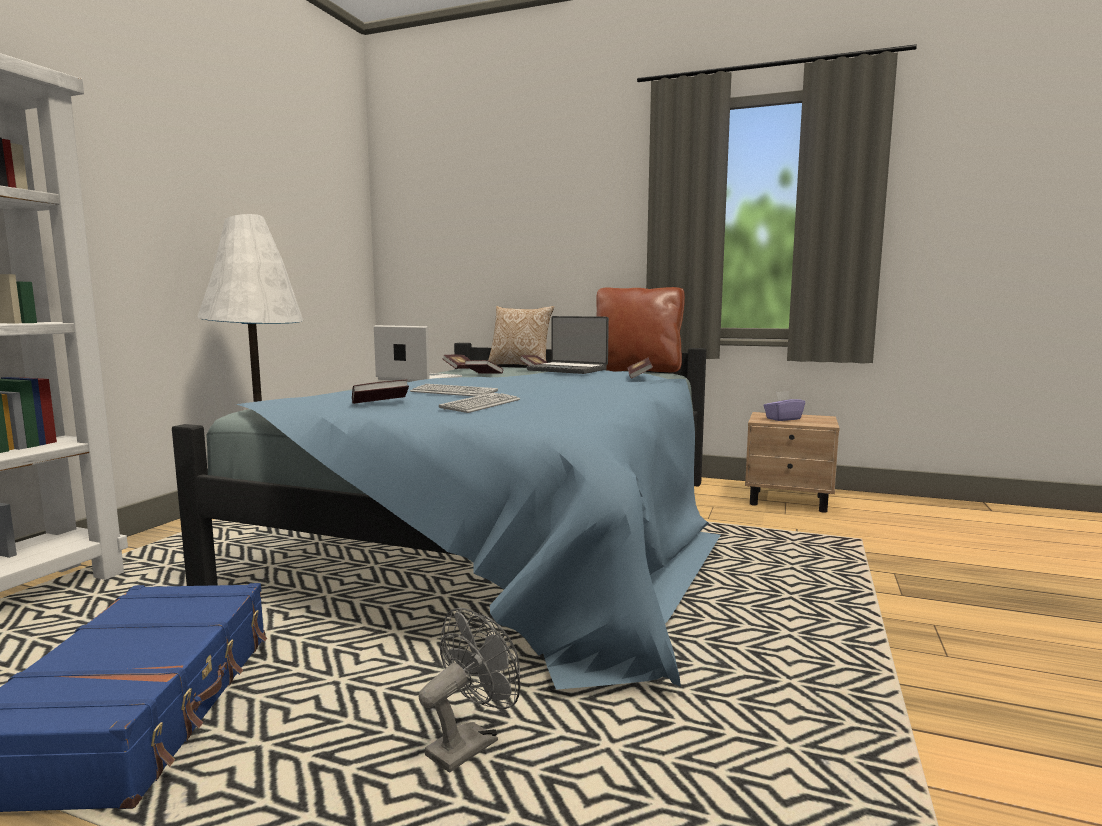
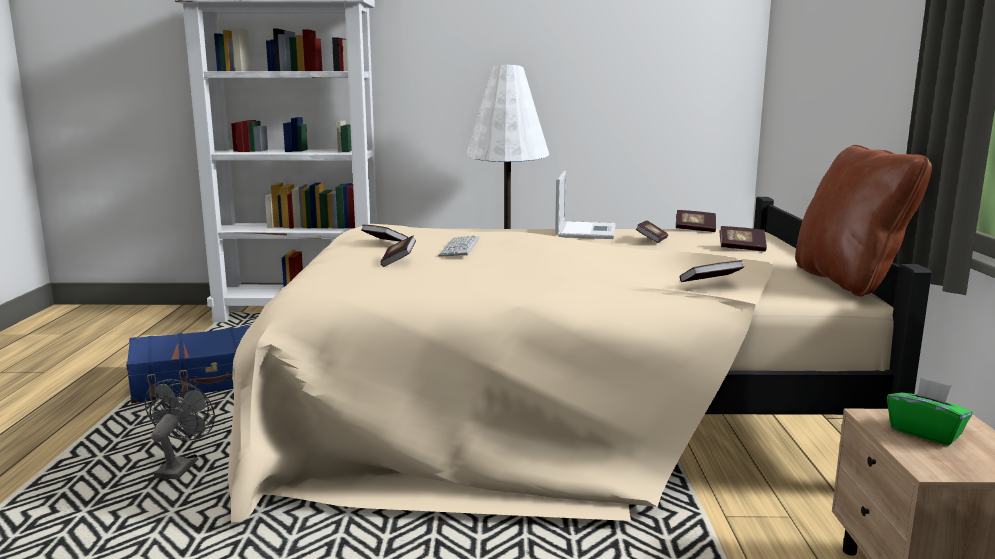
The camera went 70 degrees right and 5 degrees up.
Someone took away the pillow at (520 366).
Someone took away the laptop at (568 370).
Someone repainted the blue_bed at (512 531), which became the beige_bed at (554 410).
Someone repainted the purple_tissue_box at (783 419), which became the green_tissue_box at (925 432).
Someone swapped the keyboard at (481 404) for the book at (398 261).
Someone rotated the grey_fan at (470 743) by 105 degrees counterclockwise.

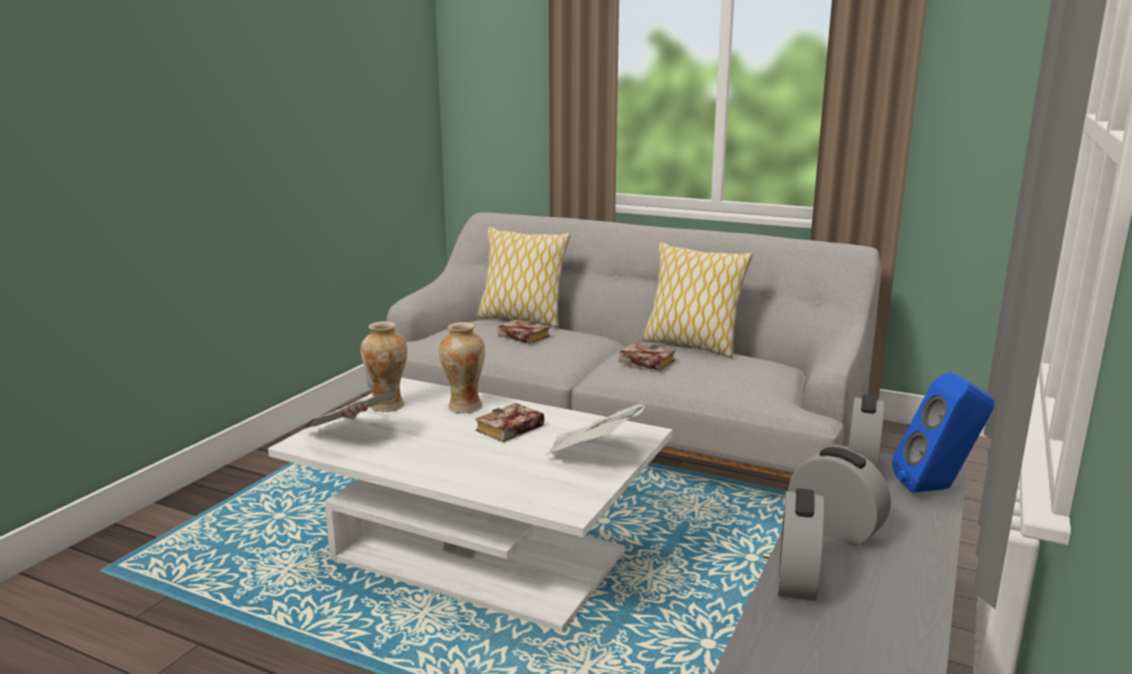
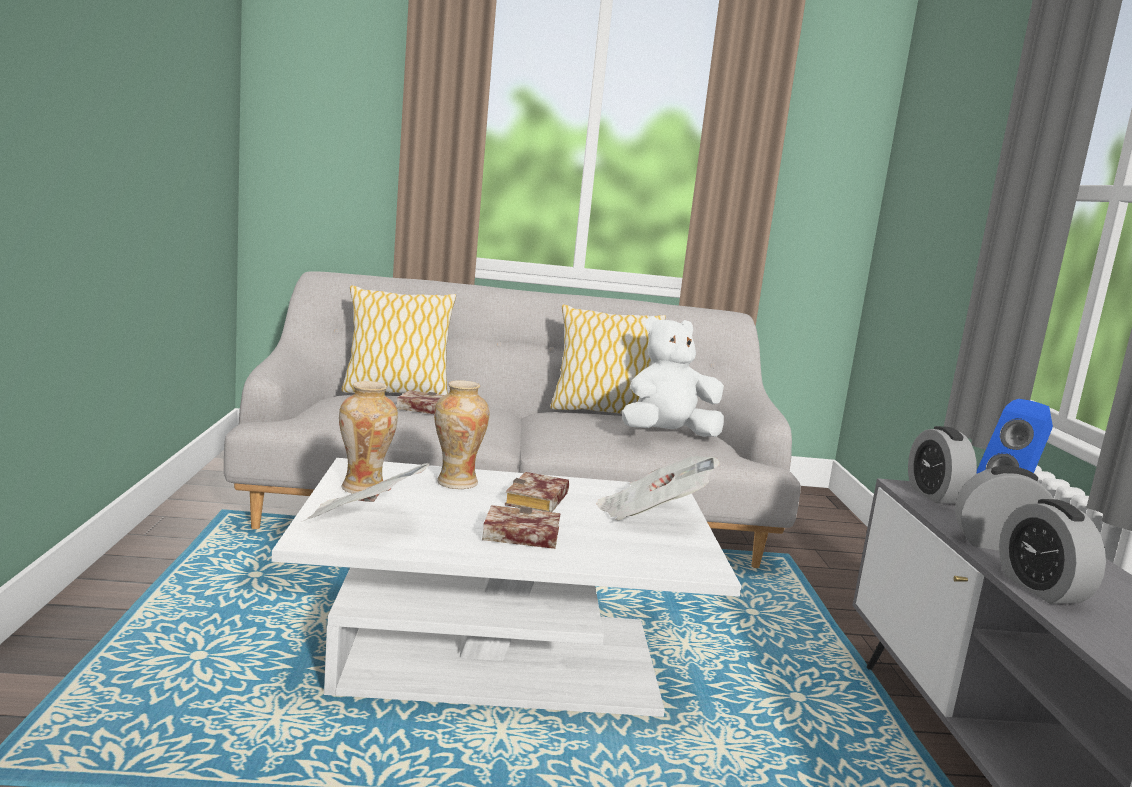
The camera went 30 degrees left and 5 degrees down.
Someone carried the book from (644 362) to (517 536).
Someone put down the white_plush_toy at (667 435).

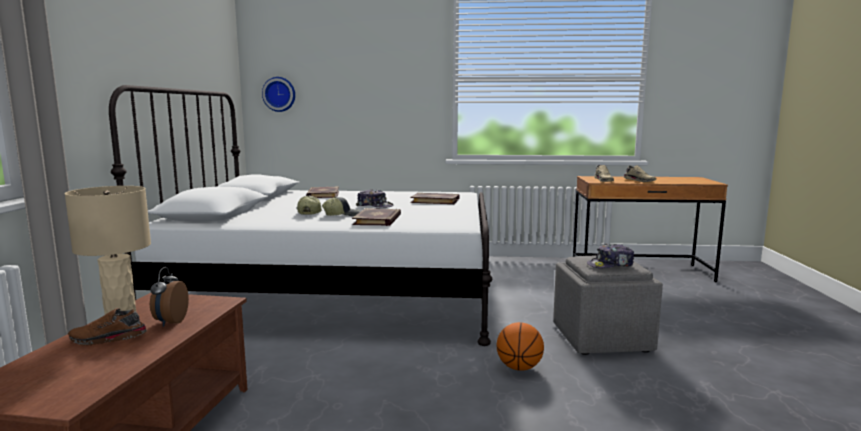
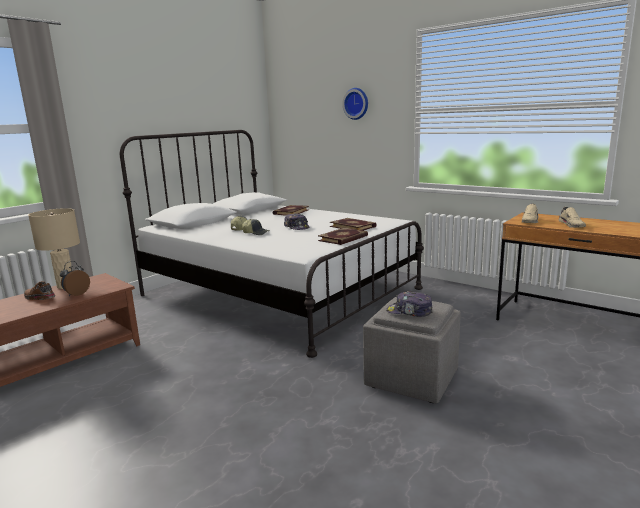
The camera went 35 degrees right and 5 degrees up.
Someone carried the wall_clock from (279 94) to (356 103).
Someone carried the book from (378 220) to (343 238).
Someone took away the basketball at (519 367).

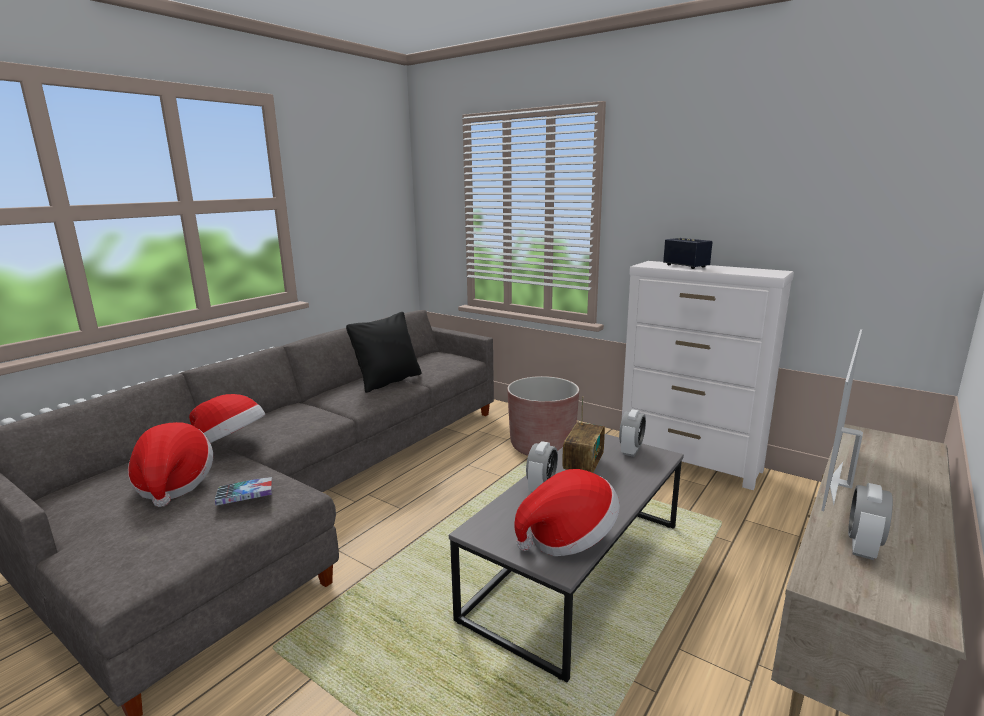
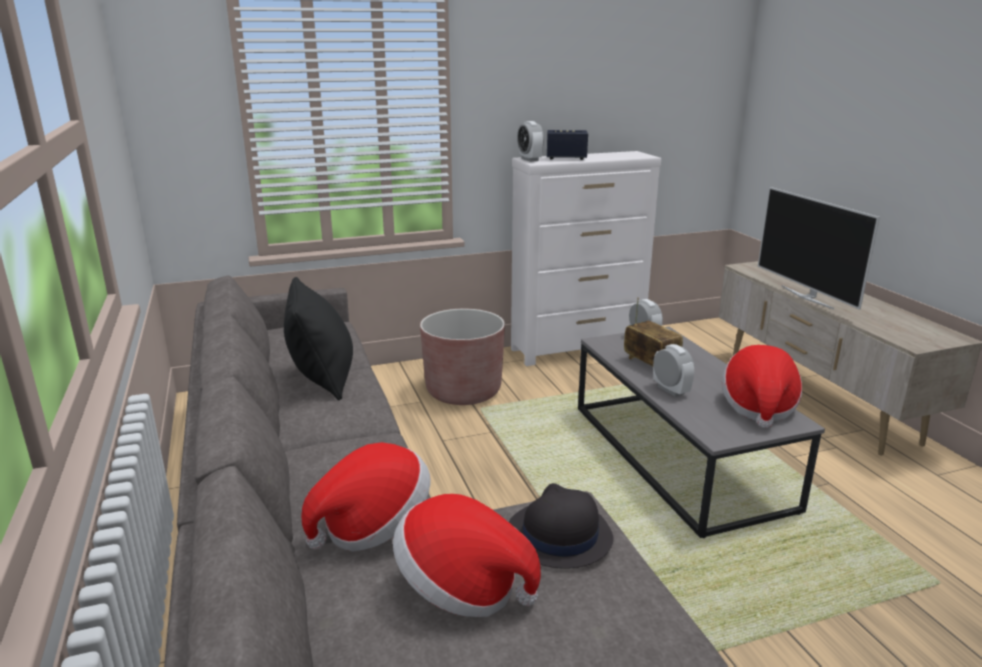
The camera went 55 degrees left and 5 degrees up.
Someone swapped the book at (245 496) for the black_hat at (559 535).
Someone carried the alarm_clock from (862 547) to (530 159).

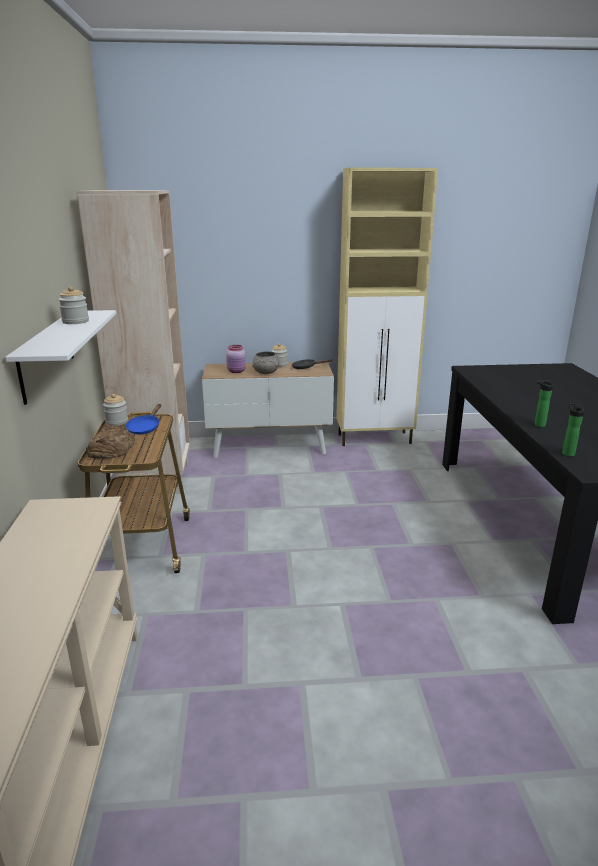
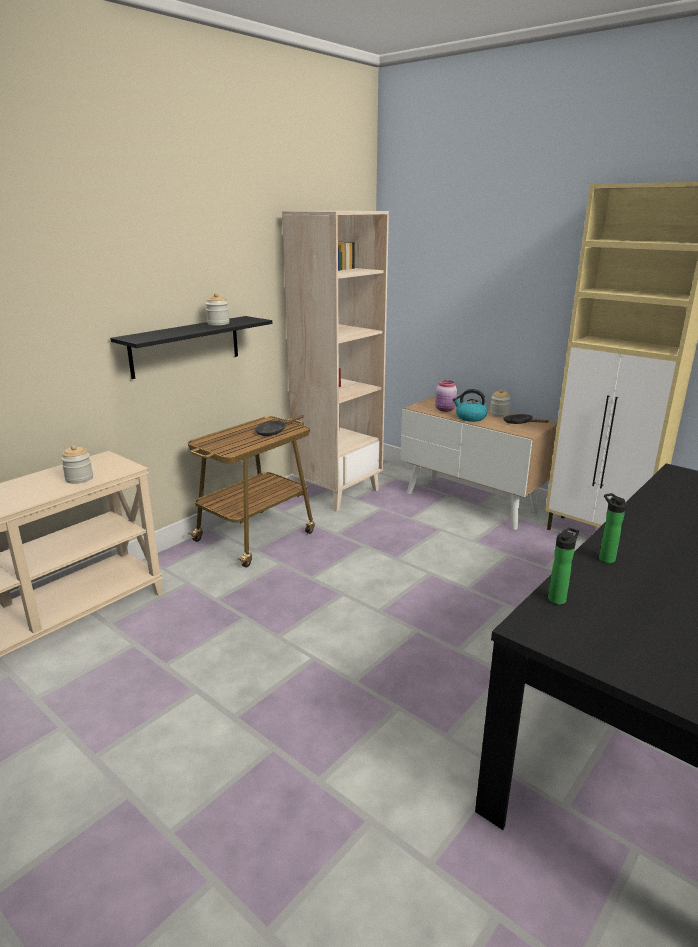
The camera went 45 degrees right and 0 degrees up.
Someone repainted the white_shelf at (47 354), which became the black_shelf at (186 346).
Someone swapped the grey_bowl at (266 372) for the kettle at (470 417).
Someone carried the jar from (117 422) to (79 478).
Someone repainted the blue_frying_pan at (145 428), which became the black_frying_pan at (274 432).
Someone took away the bread at (111 448).

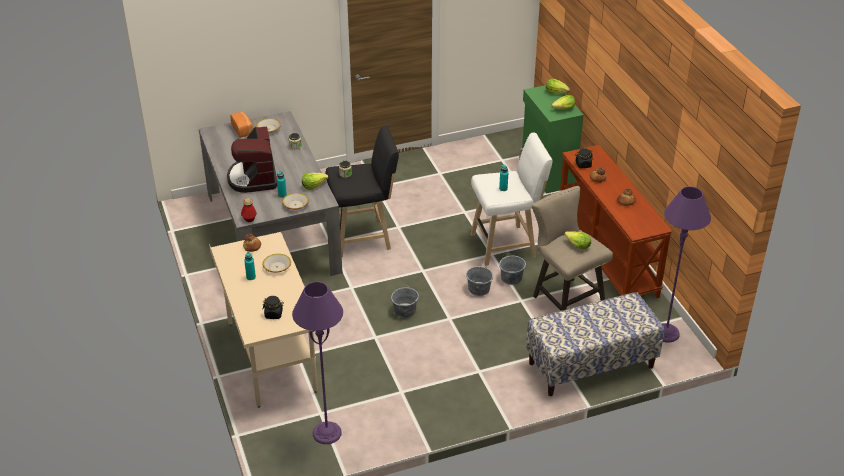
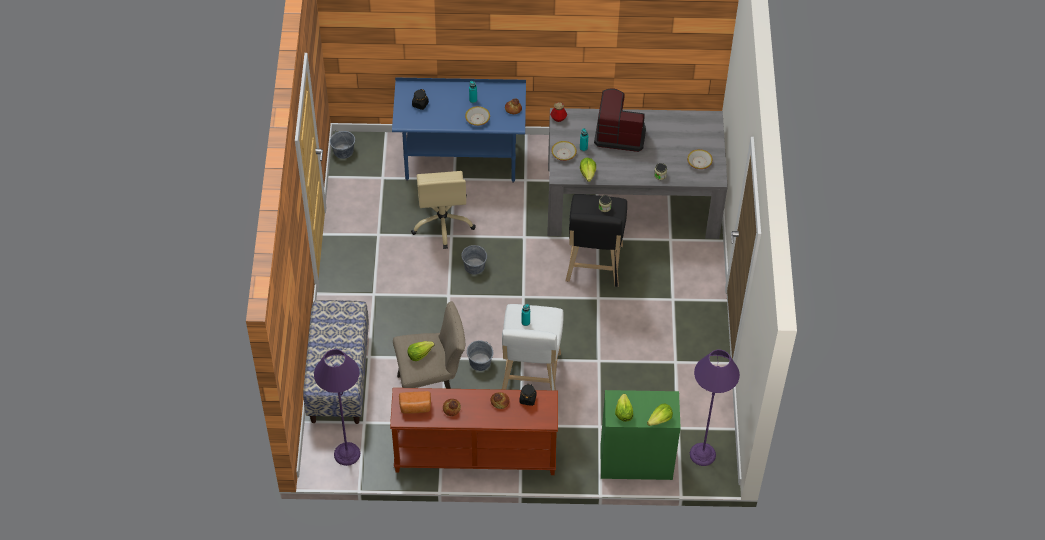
The camera went 110 degrees right and 15 degrees up.
Someone carried the bread from (243 130) to (415 407).
Someone repainted the beige_desk at (271 357), which became the blue_desk at (461 161).
Someone carried the grey_bucket from (479 289) to (343 151).
Someone carried the purple_floor_lamp from (327 433) to (702 454).
Someone put down the beige_office_chair at (443 223).

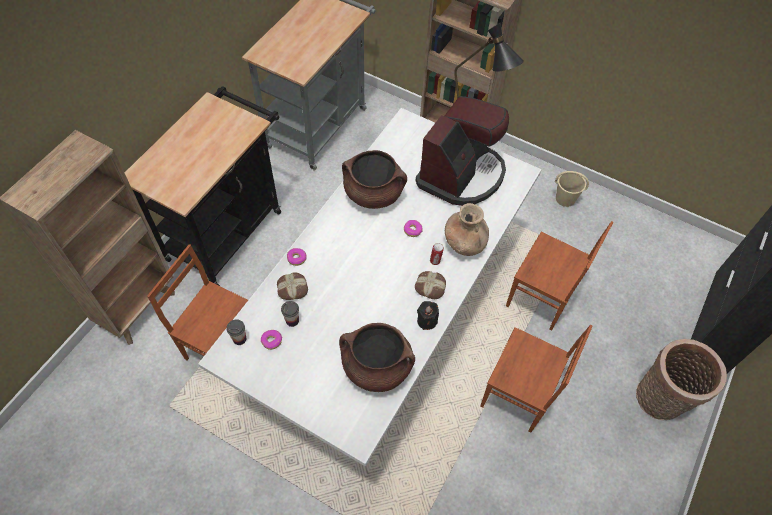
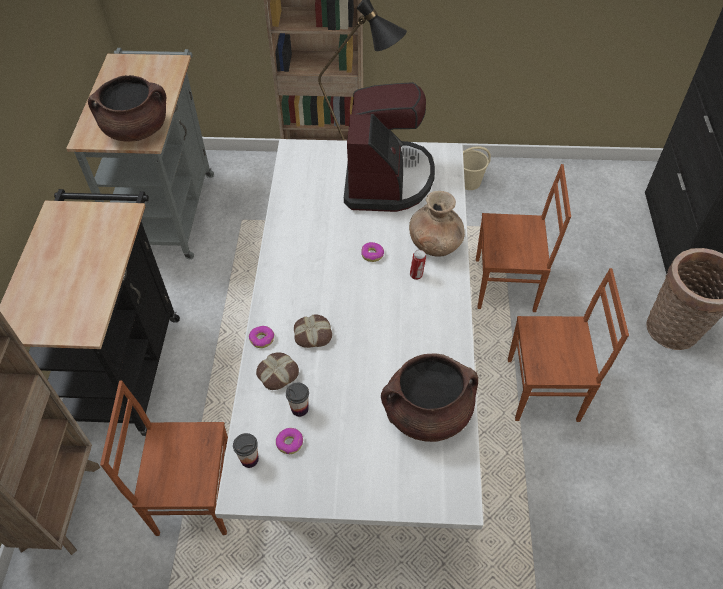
The camera went 25 degrees left and 5 degrees down.
Someone carried the brown_cooking_pot from (374 193) to (137 130).
Someone carried the bread from (430 286) to (313 334).
Someone took away the black_candle at (427 321).

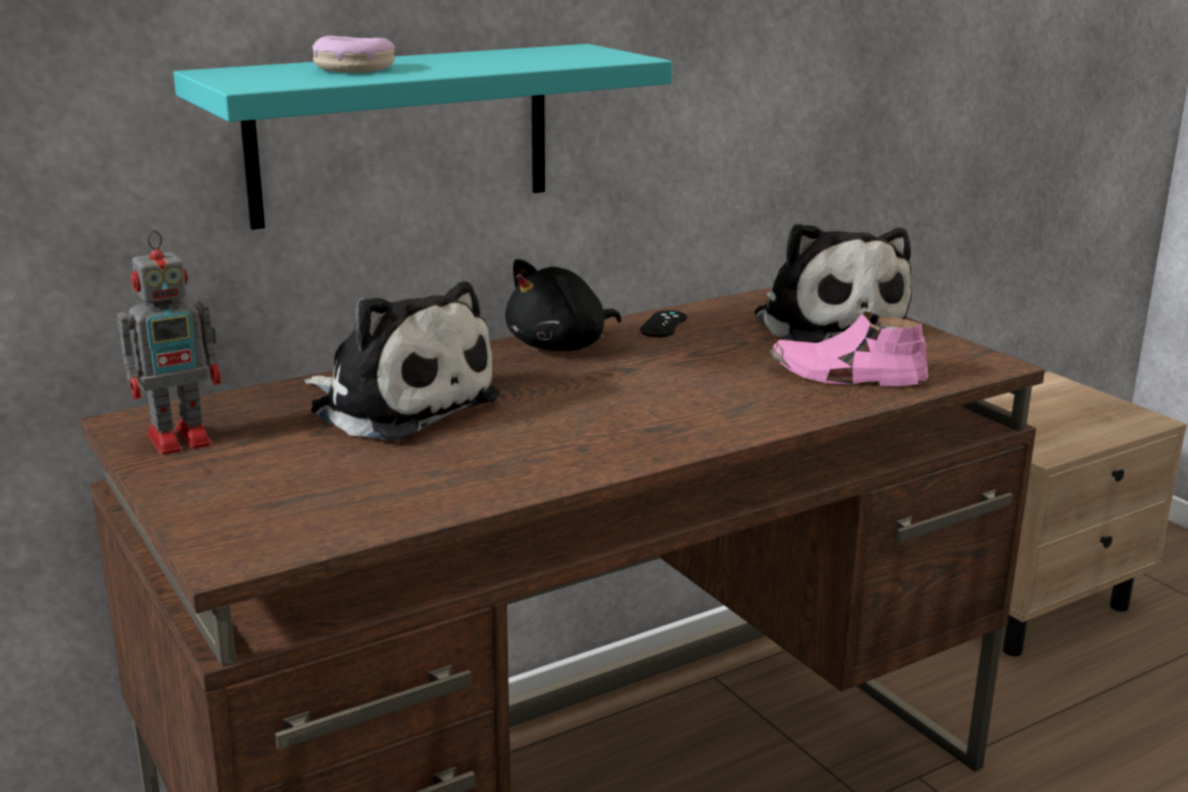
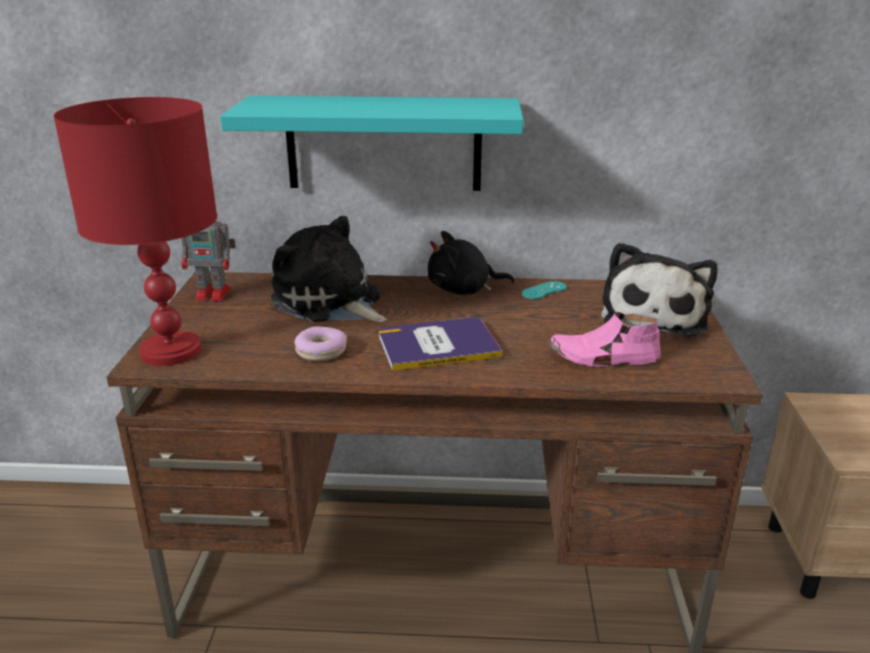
The camera went 35 degrees right and 5 degrees up.
Someone carried the donut from (355 68) to (321 351).
Someone rotated the plush_toy at (398 404) by 150 degrees clockwise.
Someone repainted the black_game_controller at (663 324), which became the turquoise_game_controller at (544 290).
Someone rotated the pink_shoe at (846 376) by 45 degrees counterclockwise.
Someone put down the red_table_lamp at (172 350).
Someone put down the book at (438 345).

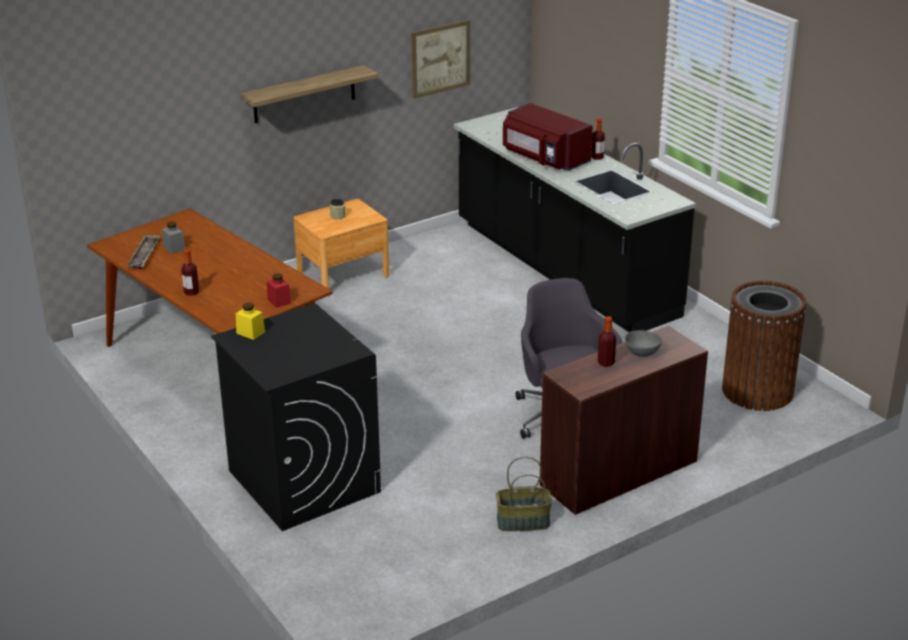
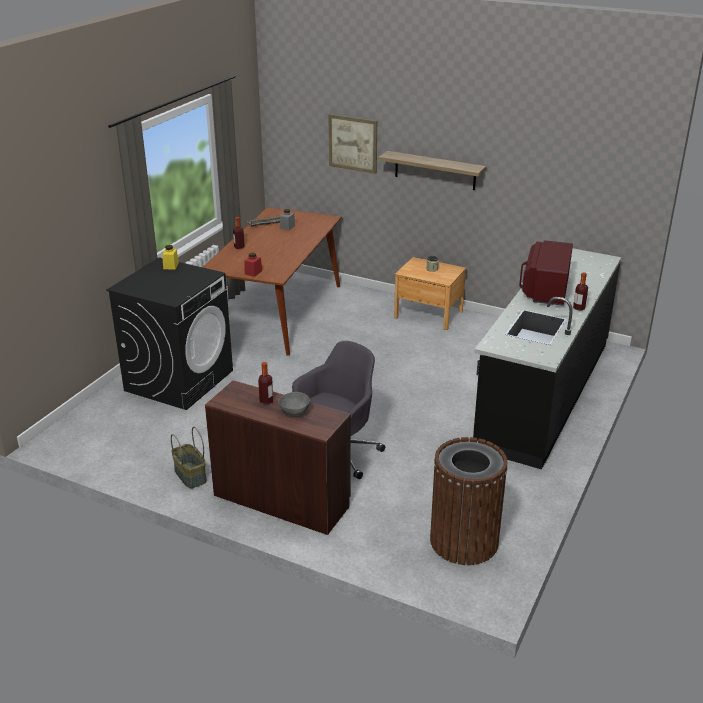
The camera went 60 degrees right and 0 degrees up.
Someone carried the picture from (440 58) to (353 143).

